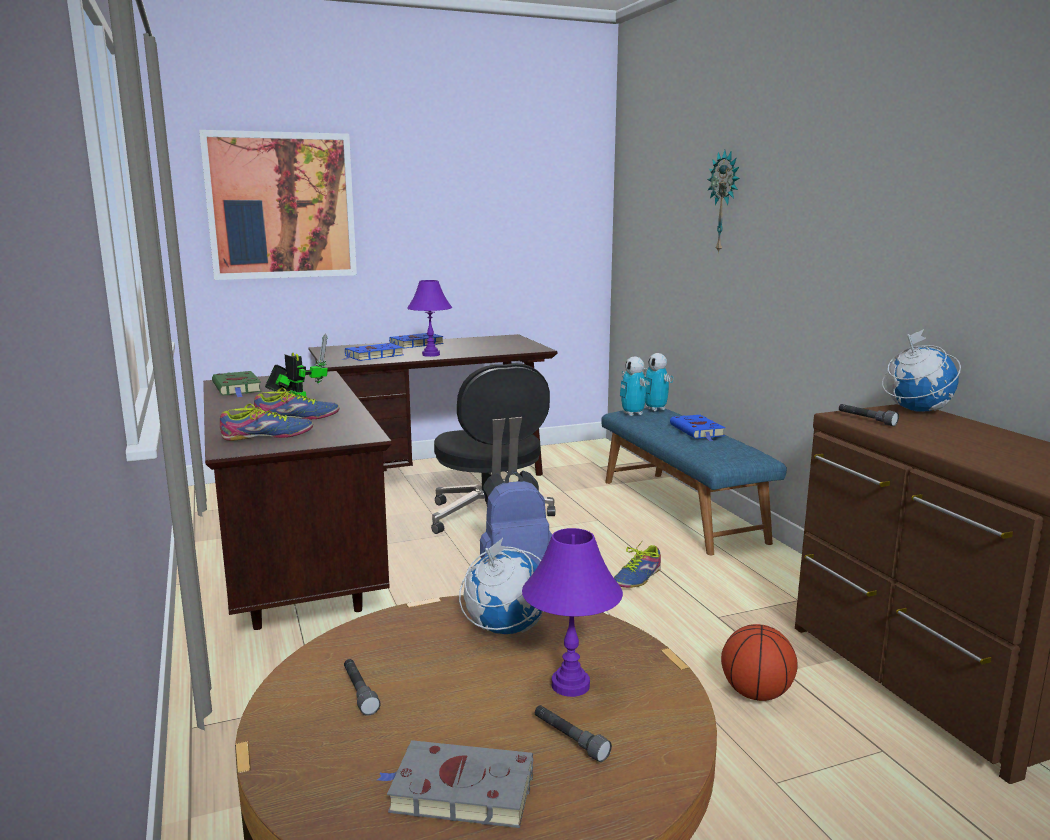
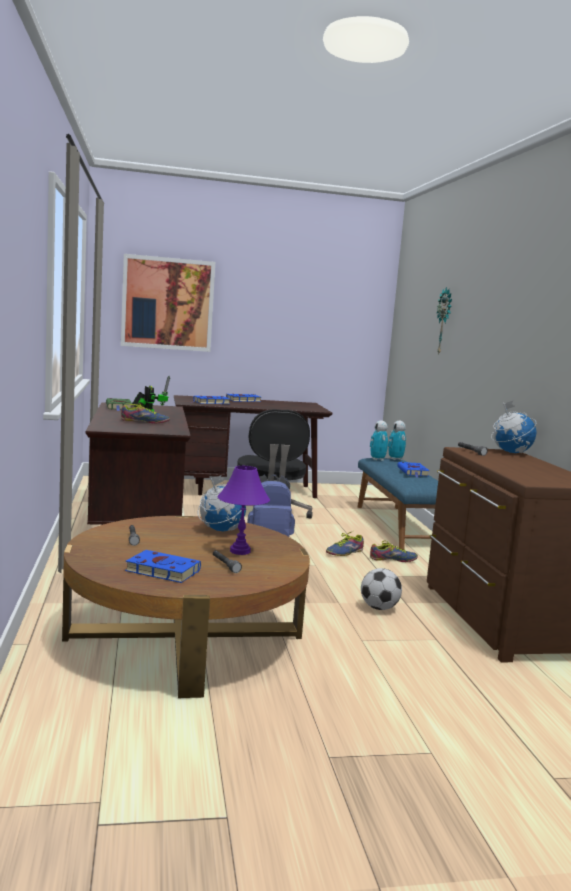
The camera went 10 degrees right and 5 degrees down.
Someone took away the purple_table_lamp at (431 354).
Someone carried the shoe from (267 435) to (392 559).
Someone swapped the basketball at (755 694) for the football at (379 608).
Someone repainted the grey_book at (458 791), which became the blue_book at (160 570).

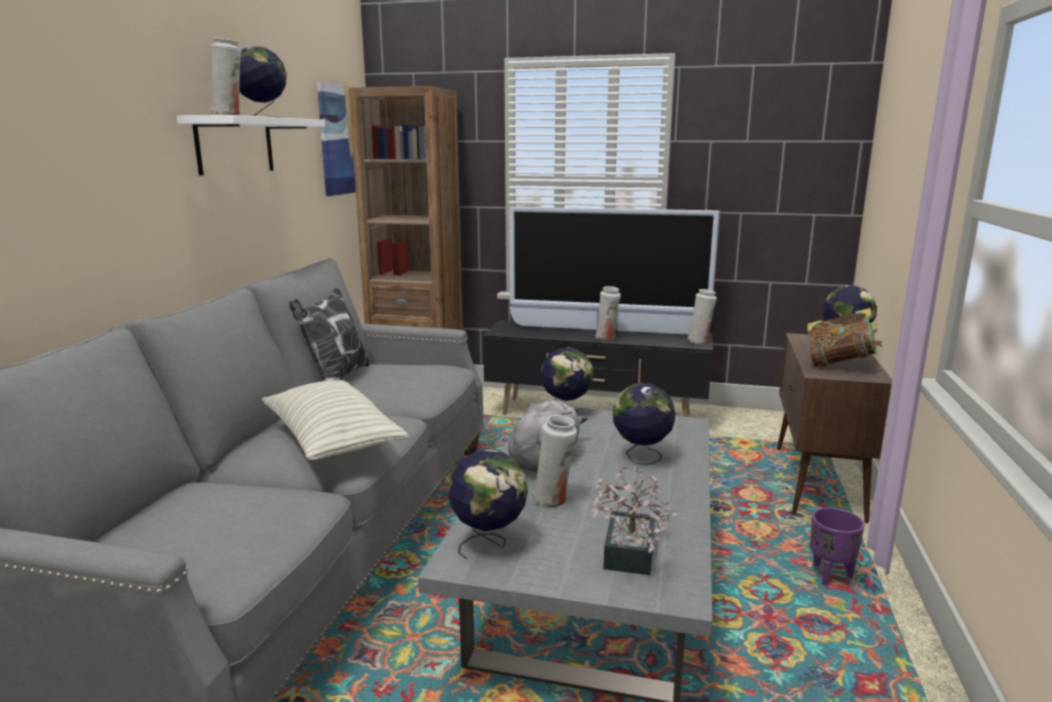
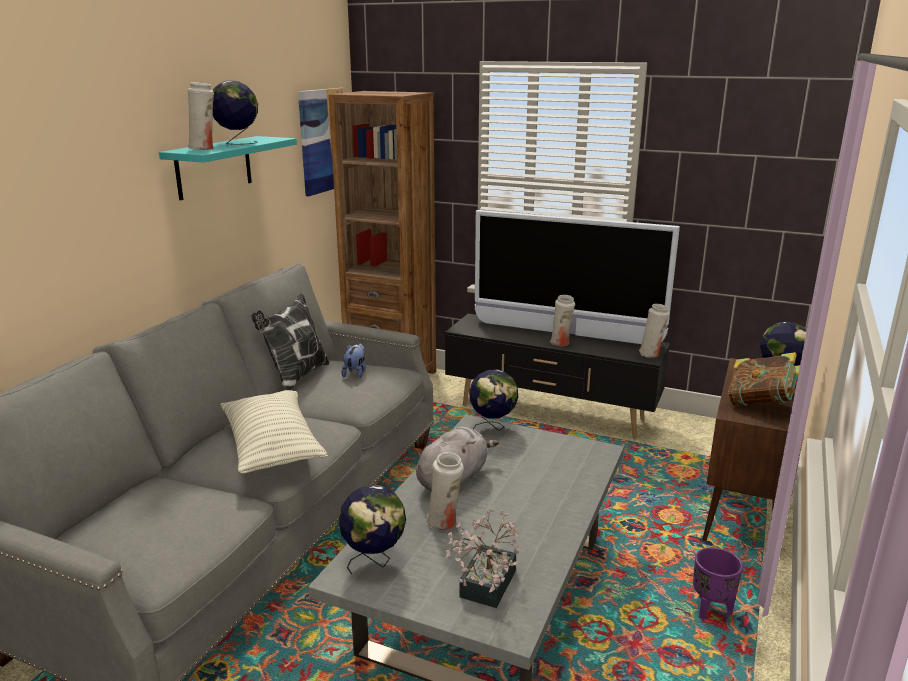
The camera went 10 degrees right and 5 degrees up.
Someone repainted the white_shelf at (235 145), which became the turquoise_shelf at (214 167).
Someone took away the globe at (641 458).
Someone put down the plush_toy at (355 373).

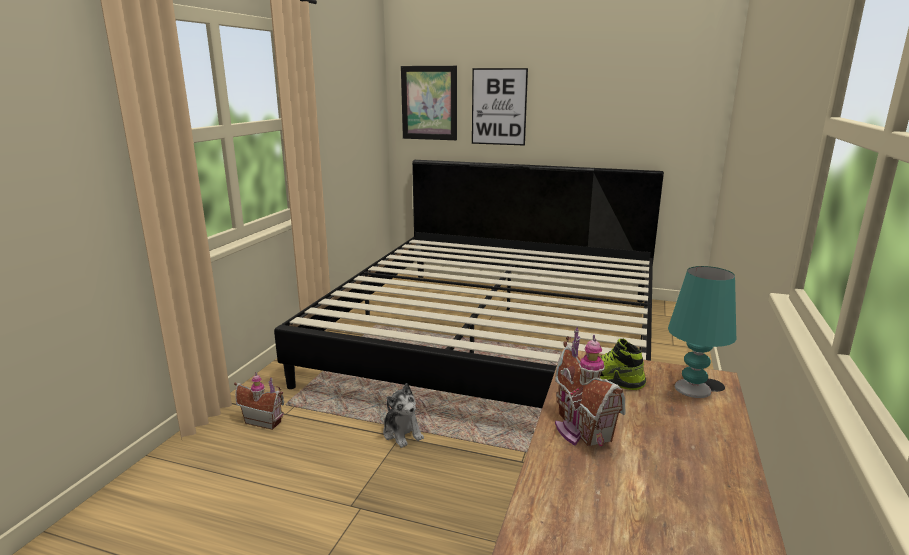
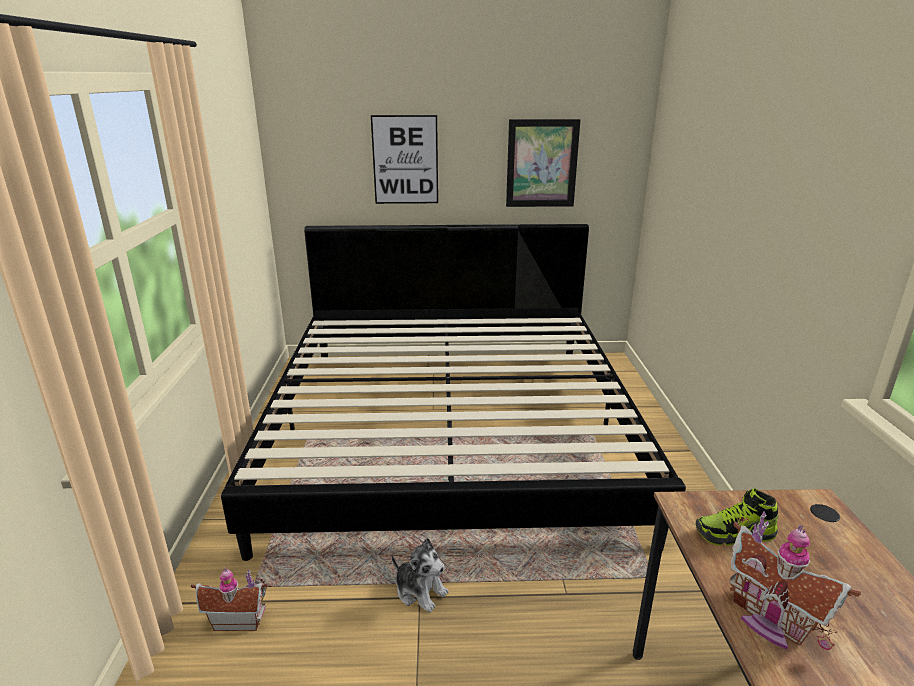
The camera went 20 degrees left and 5 degrees up.
Someone carried the picture from (429 103) to (542 163).
Someone took away the turquoise_table_lamp at (693 389).

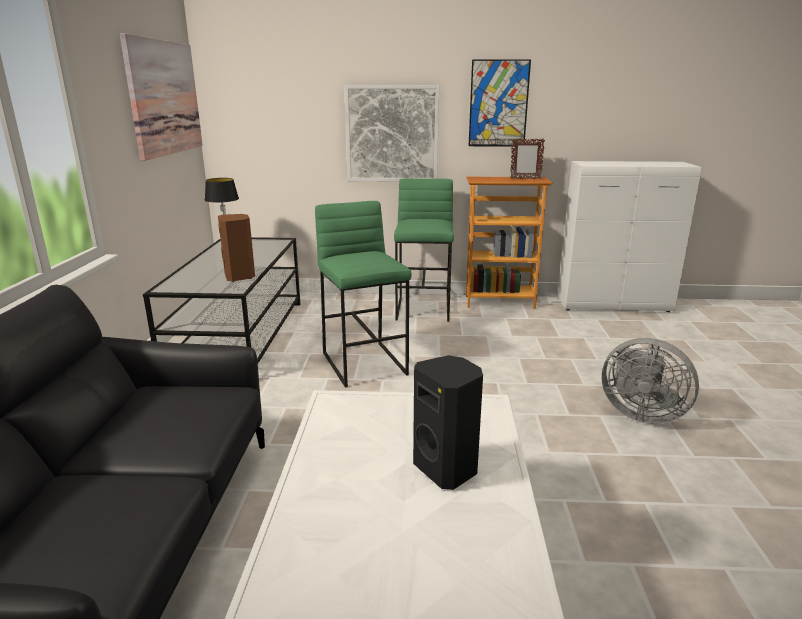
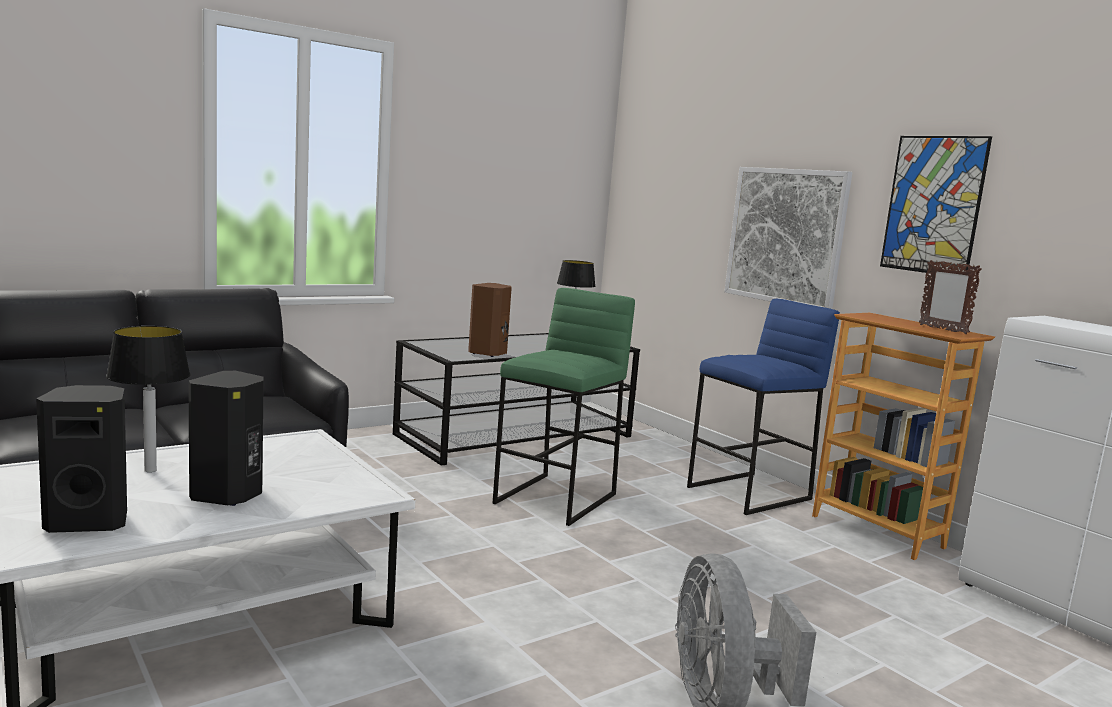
The camera went 50 degrees right and 10 degrees down.
Someone took away the picture at (164 98).
Someone repainted the green_stool at (424 309), which became the blue_stool at (750 493).
Someone put down the table_lamp at (149 470).
Someone put down the black_speaker at (89 522).

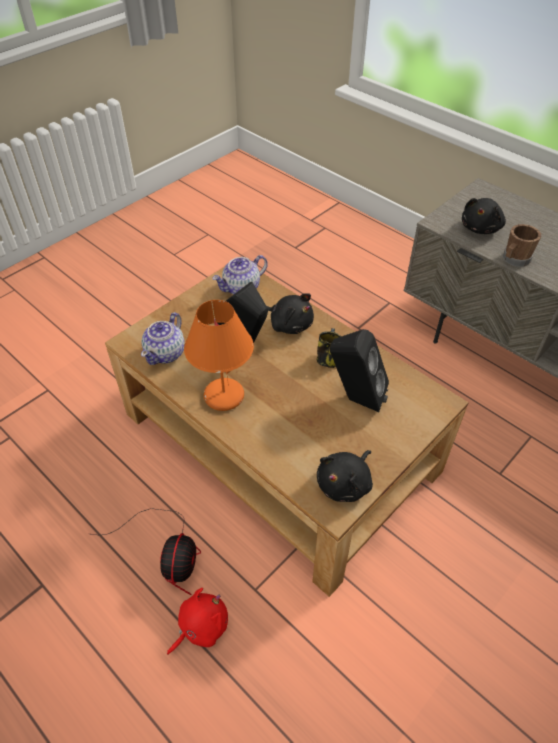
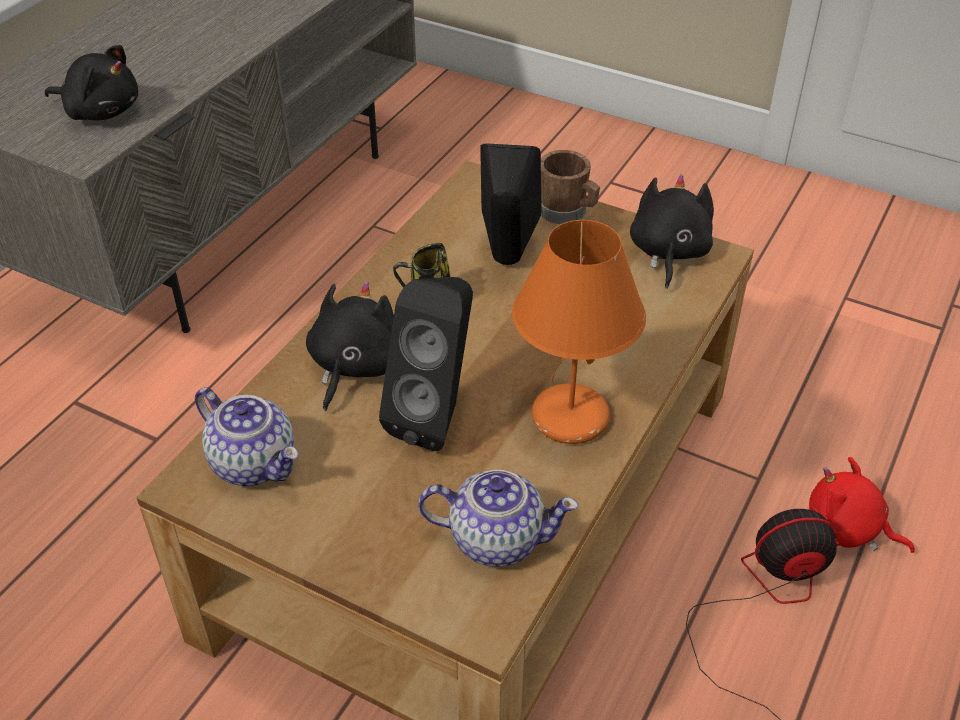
The camera went 105 degrees left and 5 degrees down.
Someone carried the brown_mug from (514 260) to (567 213).
Someone rotated the black_plush_toy at (345 483) by 105 degrees counterclockwise.

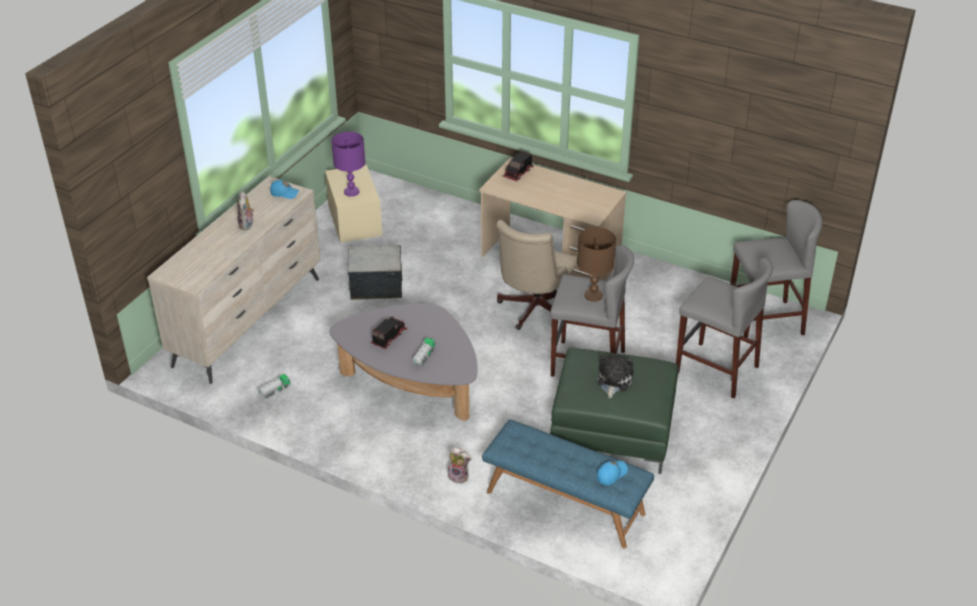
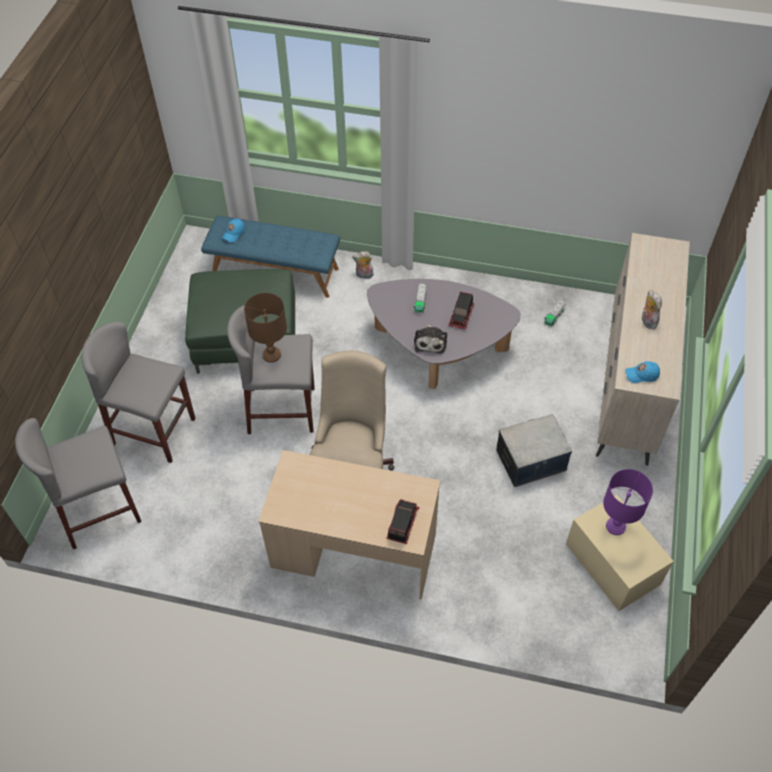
The camera went 165 degrees right and 15 degrees up.
Someone carried the plush_toy from (613 381) to (430 342).

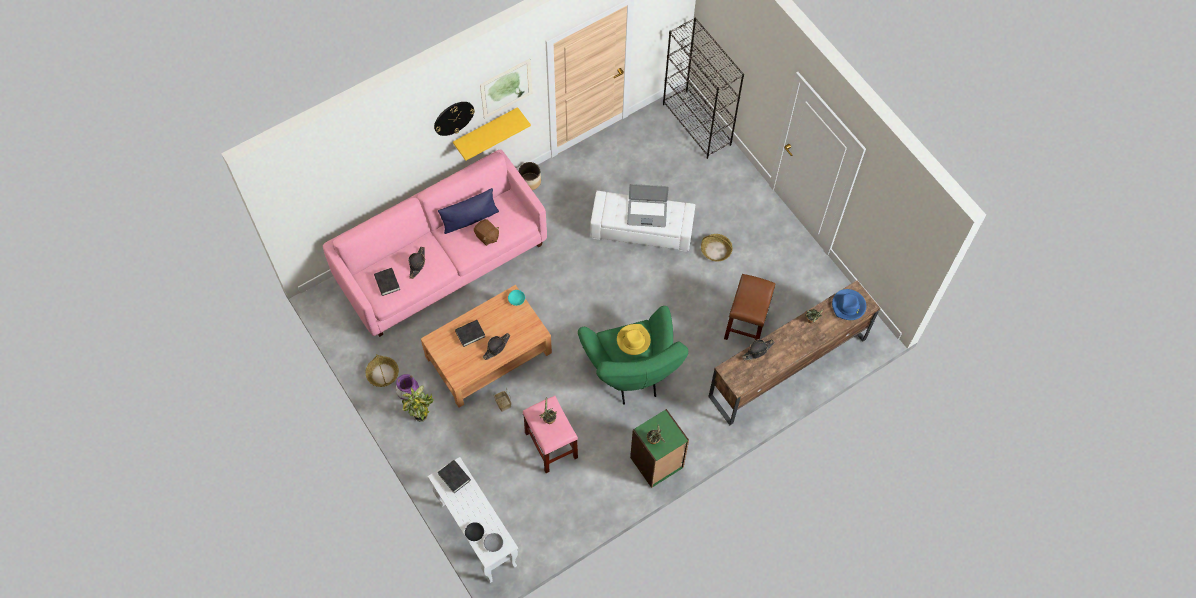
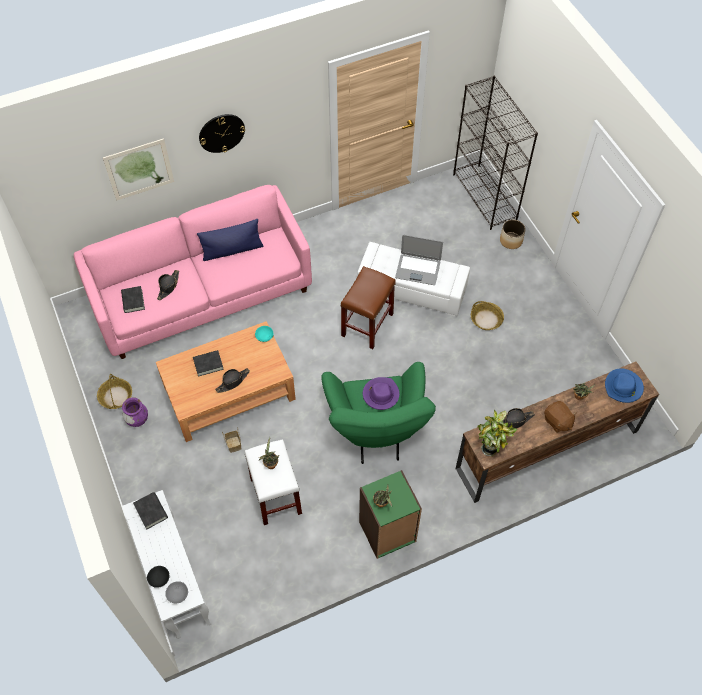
The camera went 10 degrees right and 5 degrees down.
Someone carried the picture from (506 88) to (139 169).
Someone took away the yellow_shelf at (486 130).
Someone carried the planter from (530 181) to (511 240).
Someone carried the brown_plush_toy from (487 236) to (557 421).
Someone carried the brown_stool from (746 323) to (367 324).
Someone repainted the yellow_hat at (633 340), which became the purple_hat at (380 394).
Someone carried the potted_plant from (422 416) to (491 450).
Someone repainted the pink_stool at (550 445), which became the white_stool at (275 495).

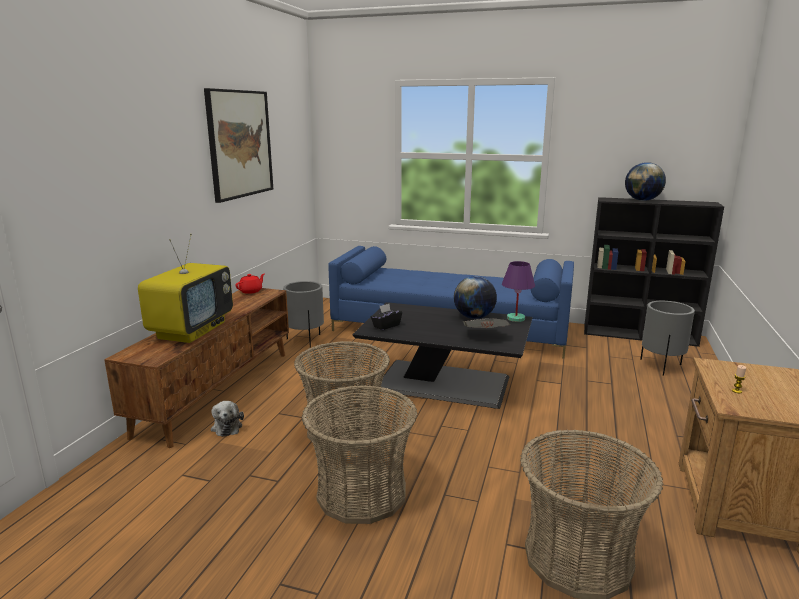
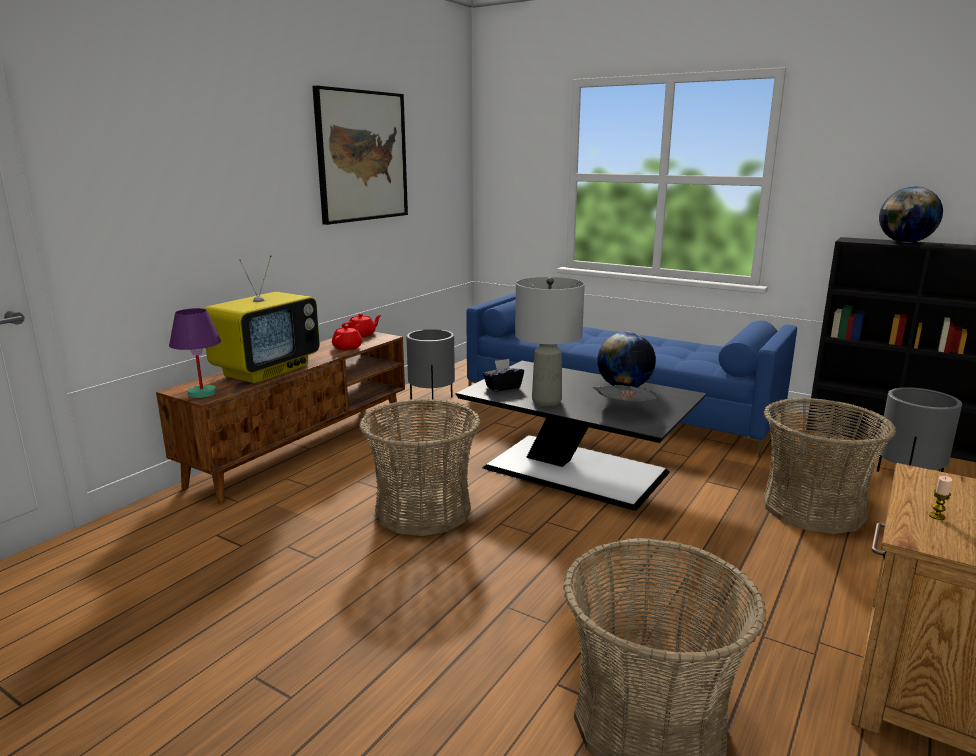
The camera went 15 degrees right and 0 degrees up.
Someone carried the purple_table_lamp from (515 318) to (202 393).
Someone carried the basket from (362 493) to (813 509).
Someone took away the plush_toy at (227 426).
Someone put down the grey_table_lamp at (546 401).
Someone put down the red_teapot at (348 347).

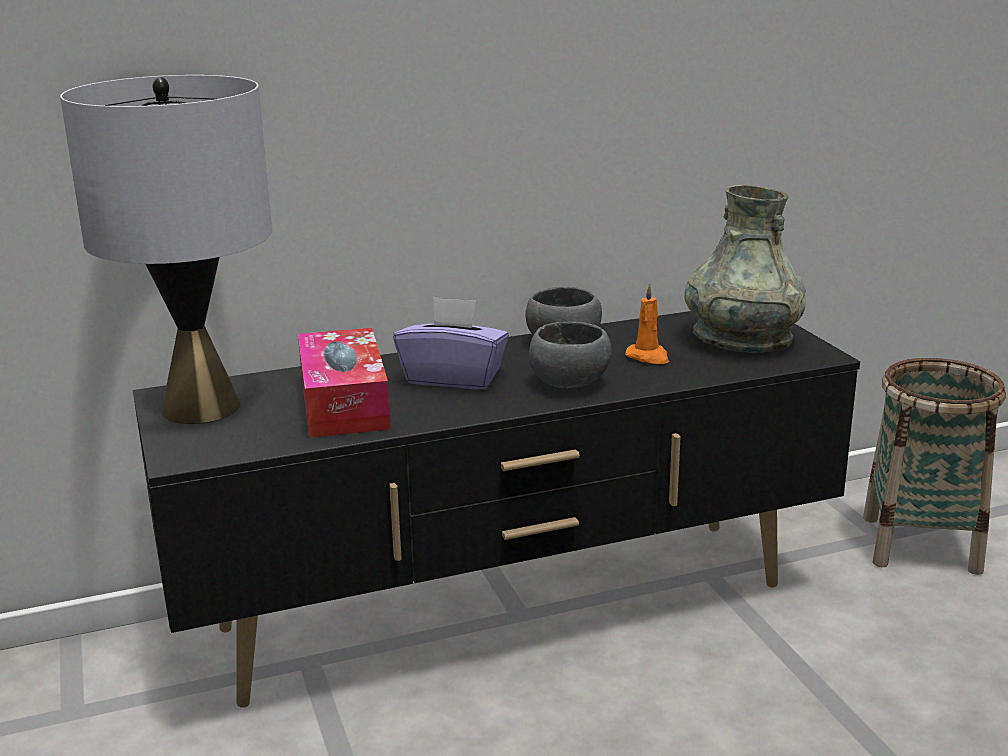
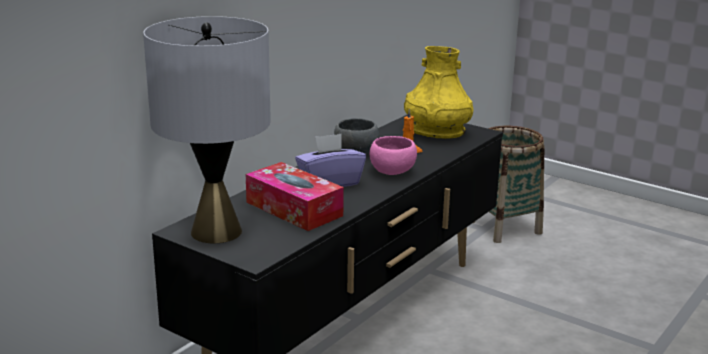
The camera went 35 degrees left and 0 degrees up.
Someone repainted the grey_vase at (742 339), which became the yellow_vase at (437 132).
Someone repainted the grey_bowl at (571 383), which became the pink_bowl at (393 171).

